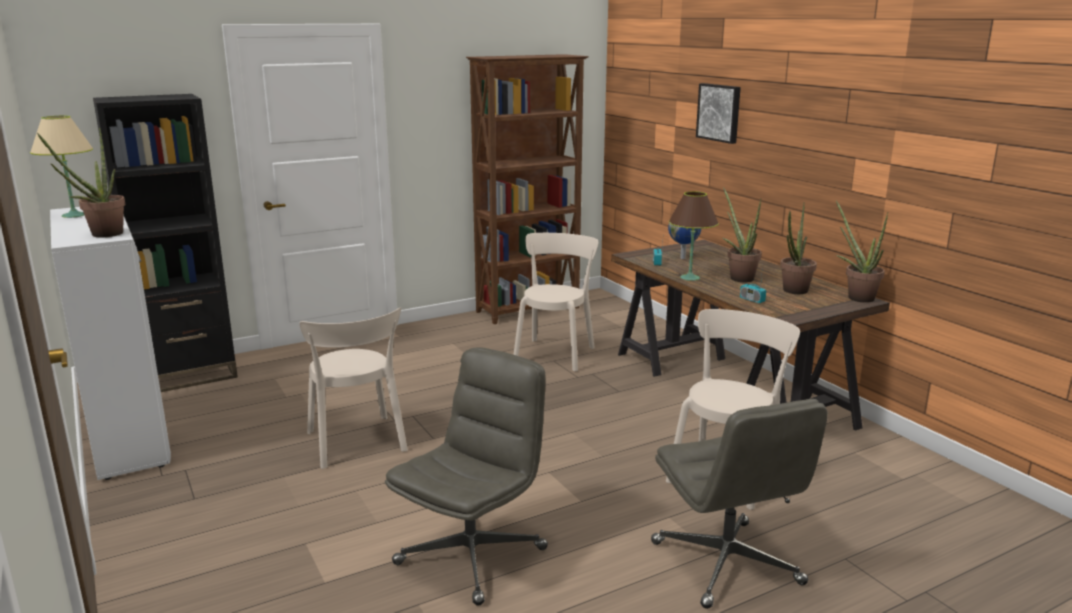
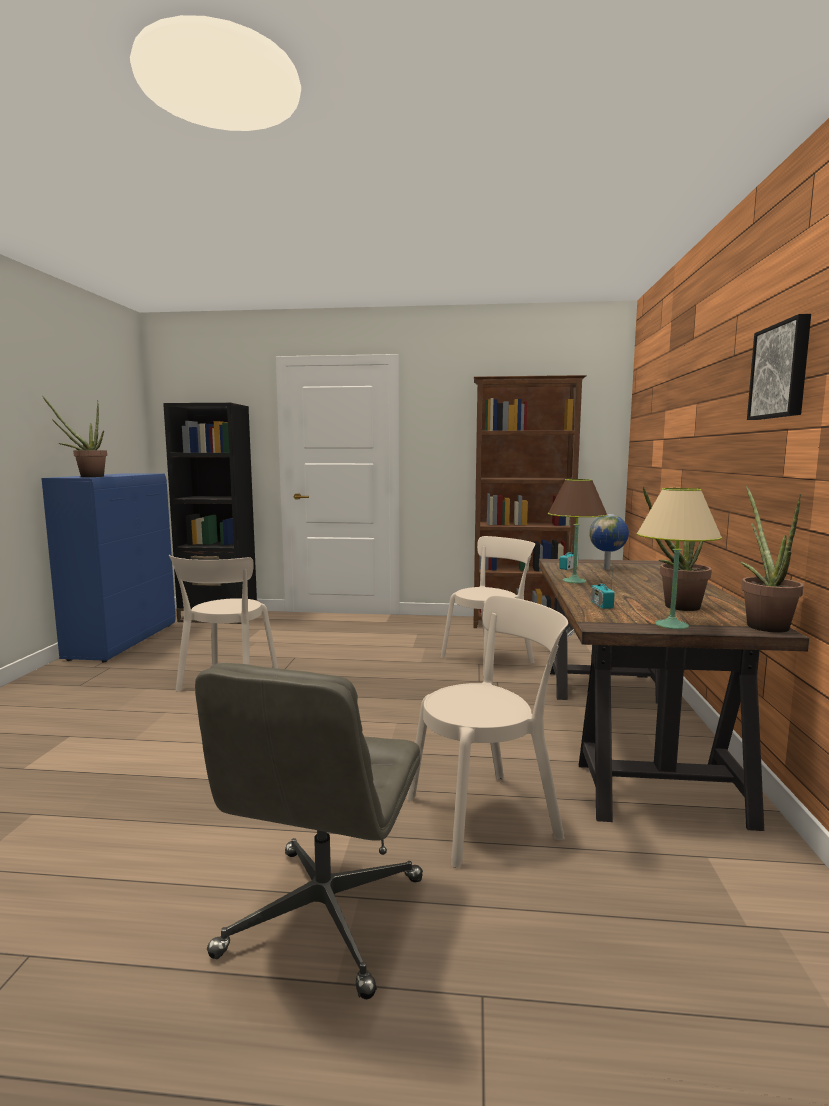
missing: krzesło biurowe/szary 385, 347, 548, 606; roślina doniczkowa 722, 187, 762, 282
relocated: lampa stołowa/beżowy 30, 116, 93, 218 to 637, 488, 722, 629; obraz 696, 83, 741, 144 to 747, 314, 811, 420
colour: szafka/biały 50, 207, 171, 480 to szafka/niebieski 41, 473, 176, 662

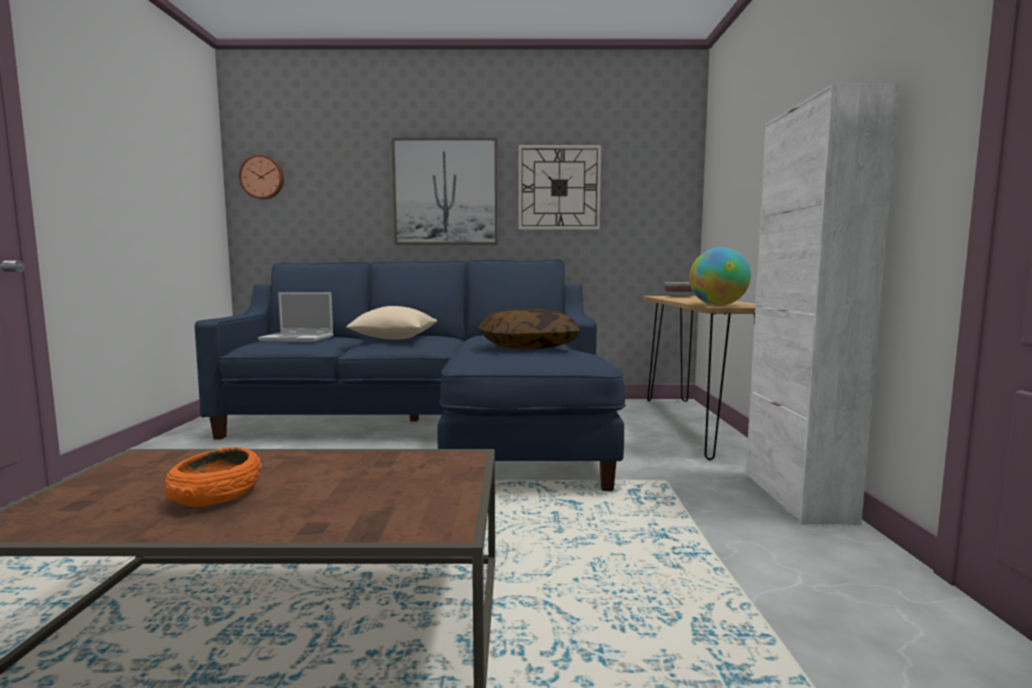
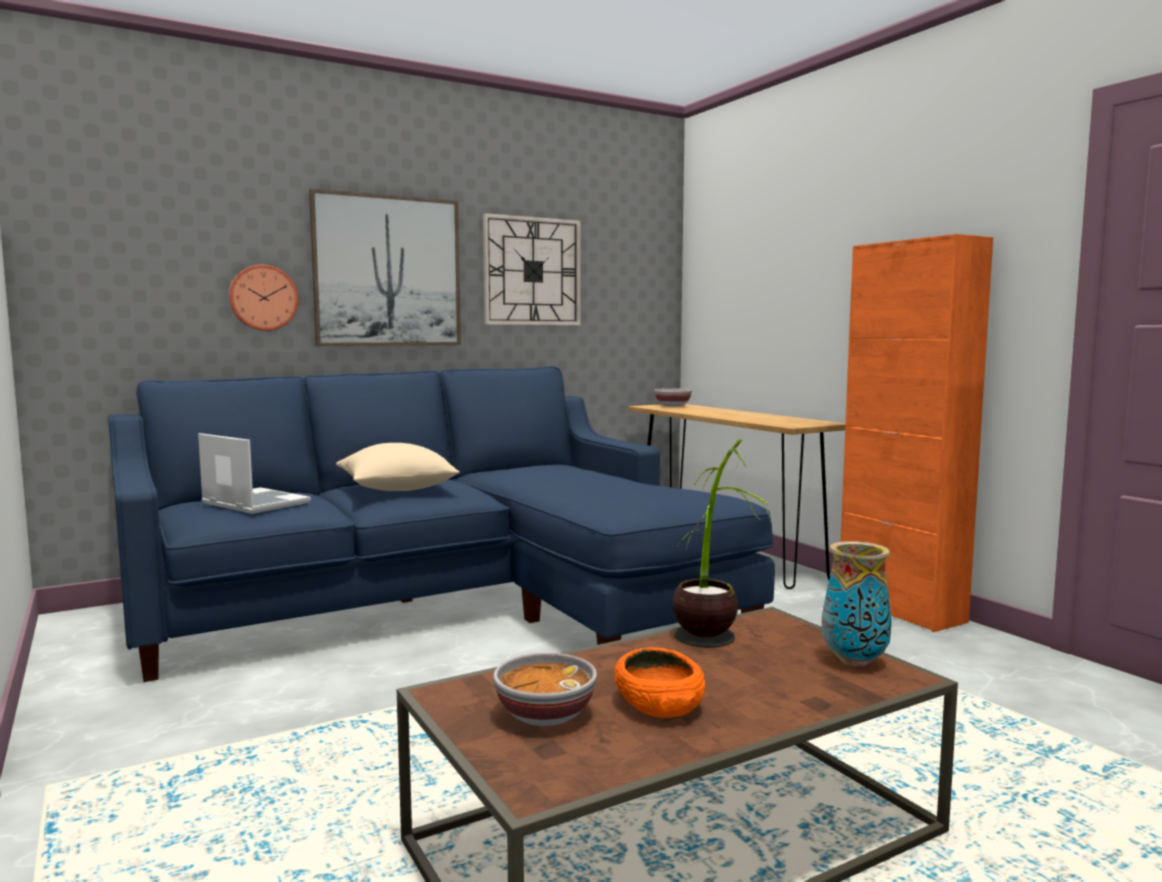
missing: poduszka 478, 309, 580, 350; globus 689, 247, 751, 306
appeared: miska 493, 653, 597, 726; roślina doniczkowa 673, 439, 771, 648; wazon 822, 541, 892, 667
relocated: zegar ścienny 239, 155, 284, 199 to 229, 265, 299, 331
colour: szafka/biały 746, 83, 899, 524 to szafka/pomarańczowy 841, 234, 993, 632
spun: laptop 258, 292, 334, 342 = 198, 433, 311, 514 120 degrees counterclockwise

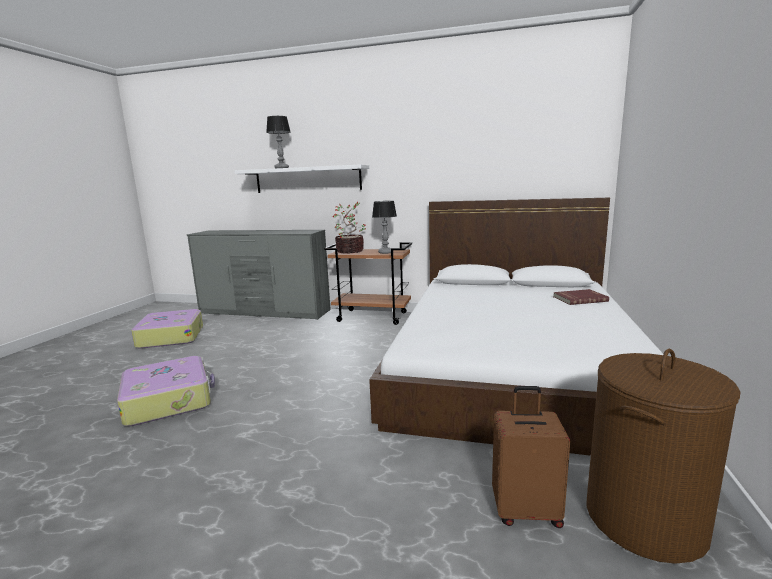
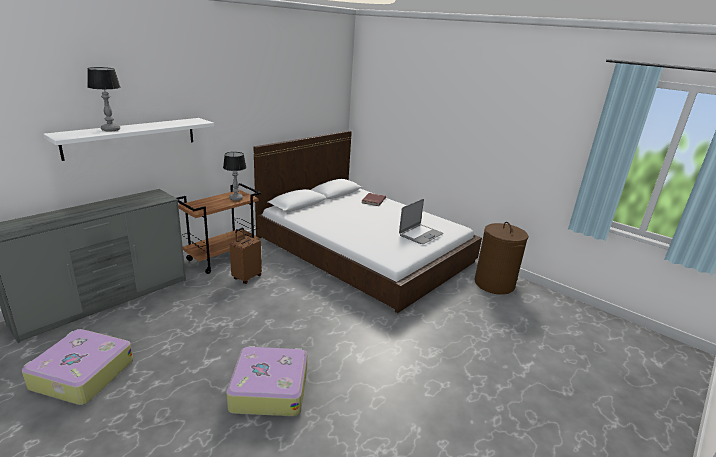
missing: roślina doniczkowa 332, 202, 366, 253
appeared: laptop 399, 199, 443, 244
relocated: walizka/brązowy 492, 386, 570, 528 to 230, 228, 262, 284

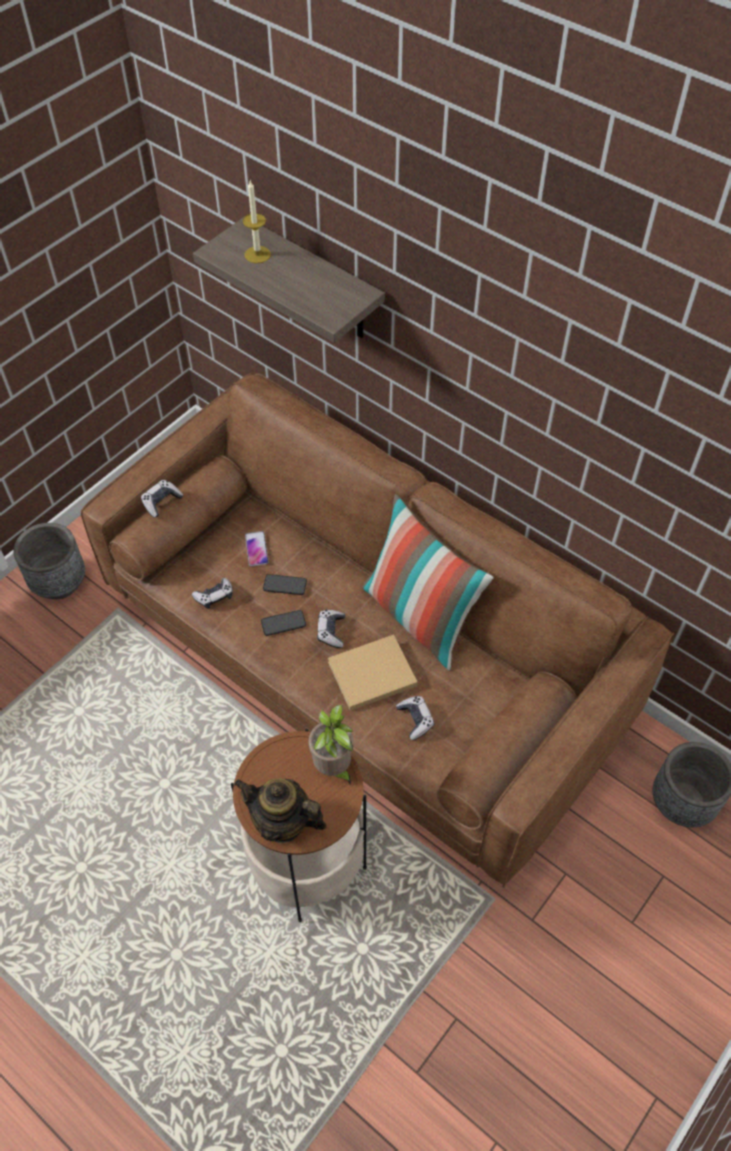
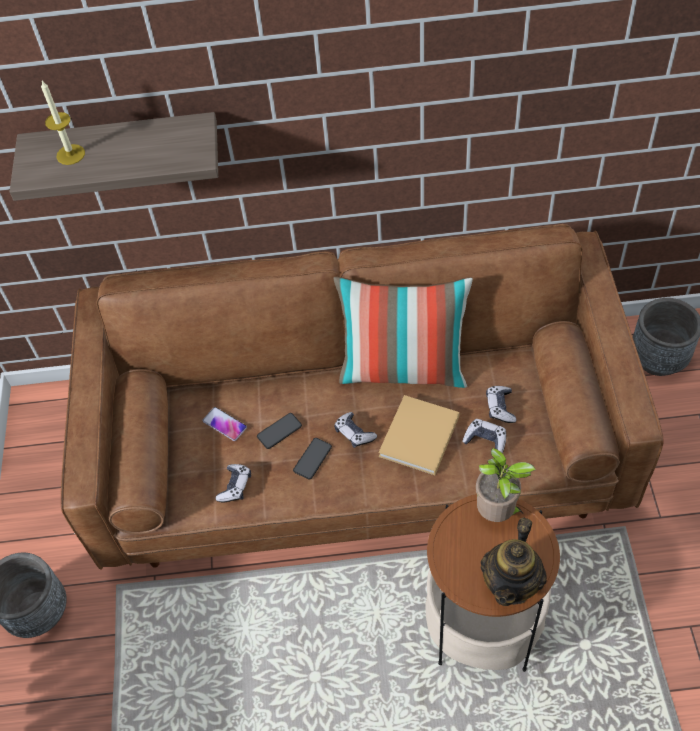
relocated: pad do gier 141, 480, 183, 518 to 486, 386, 516, 423
spun: imbryk 234, 778, 327, 843 = 481, 517, 547, 606 45 degrees counterclockwise

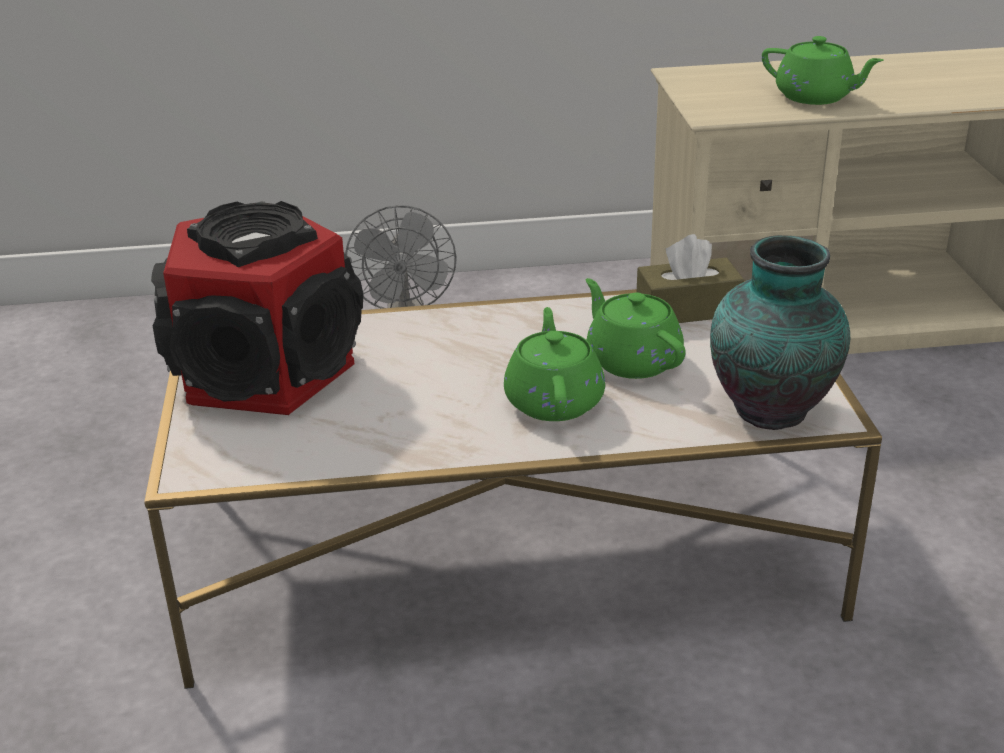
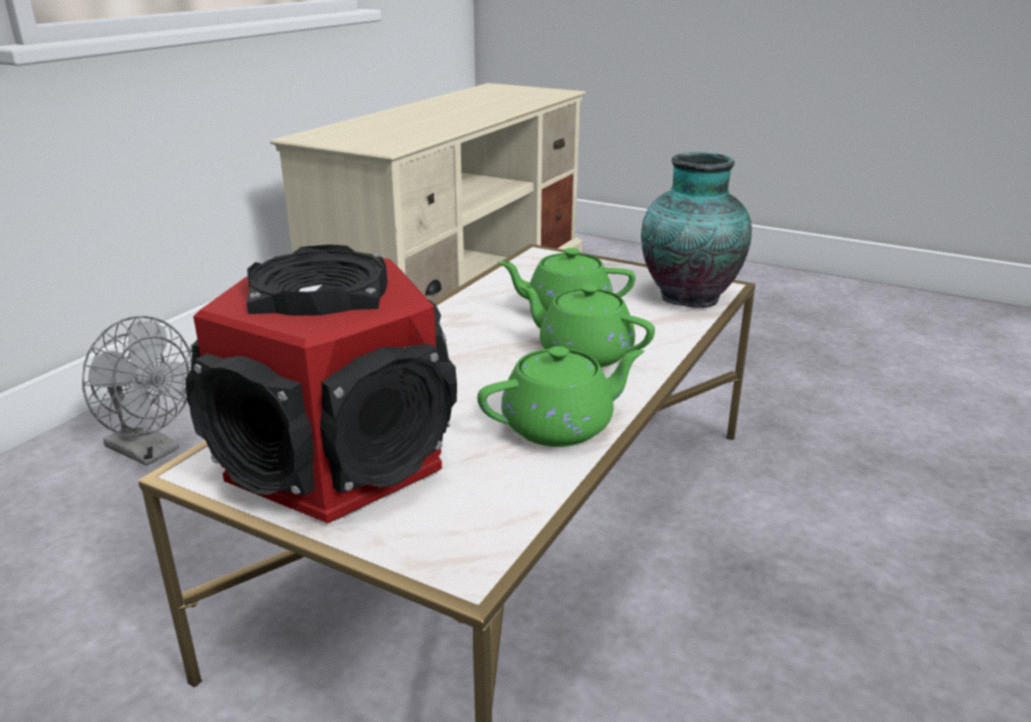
missing: pudełko chusteczek/brązowy 637, 234, 744, 323
relocated: imbryk/zielony 762, 36, 884, 105 to 477, 346, 644, 447

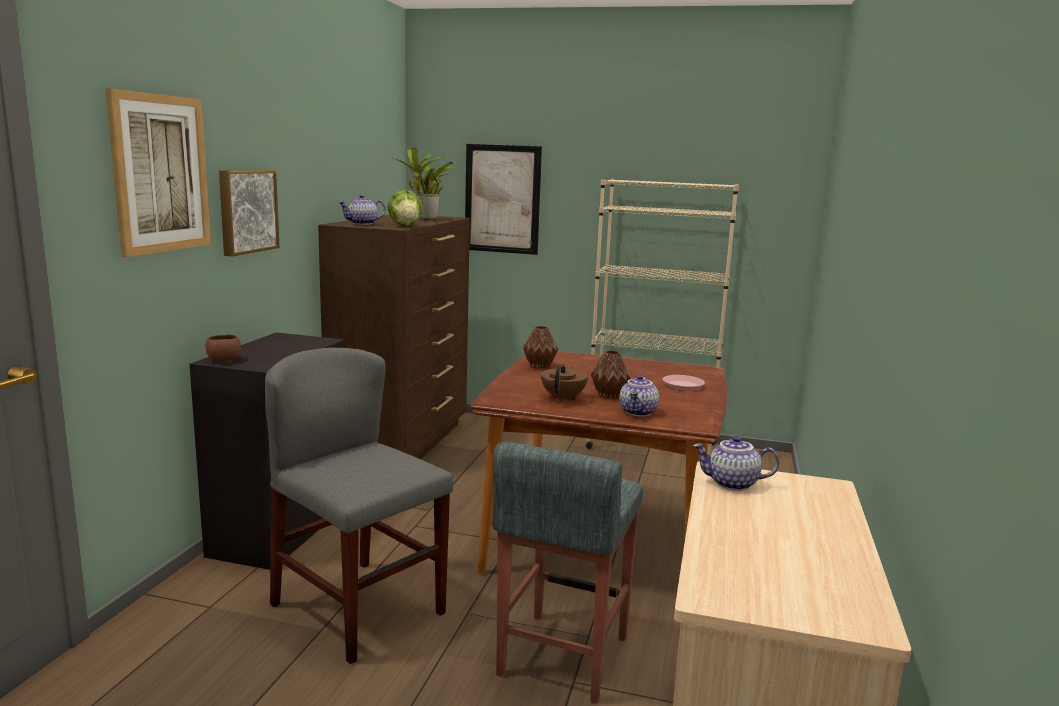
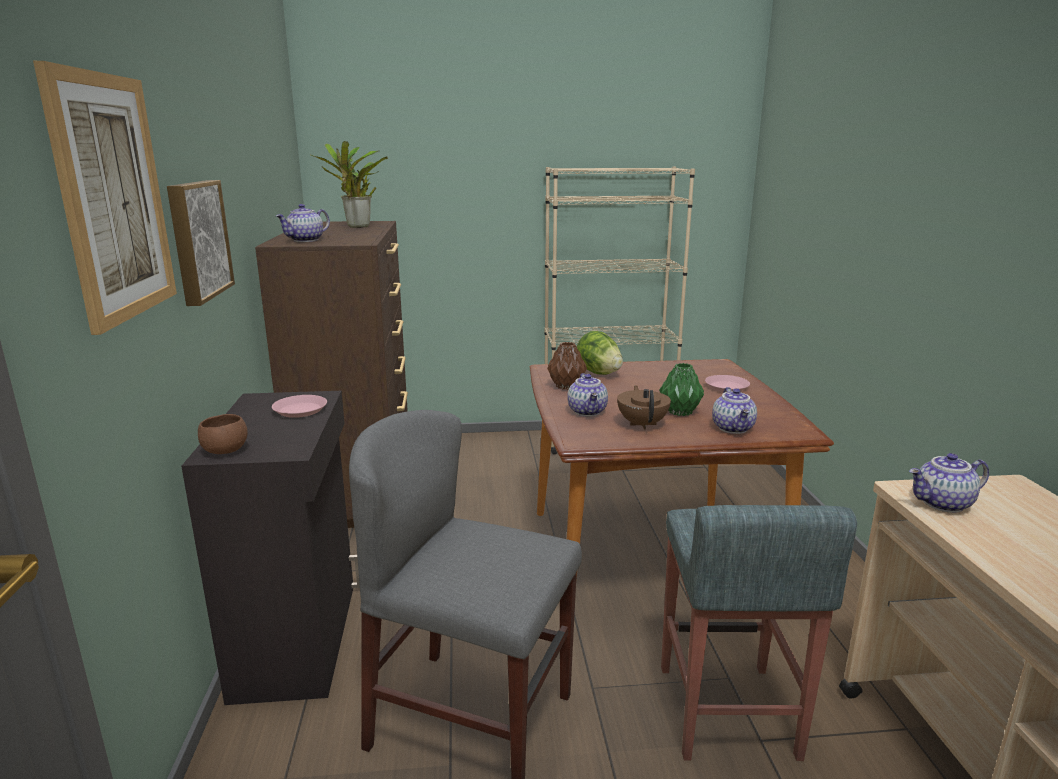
missing: obraz 465, 144, 542, 255
appeared: talerz/różowy 272, 395, 327, 418; imbryk 567, 373, 608, 416
relocated: sałata 387, 190, 423, 227 to 576, 331, 623, 375
colour: wazon/brązowy 591, 350, 631, 399 to wazon/zielony 659, 363, 704, 416

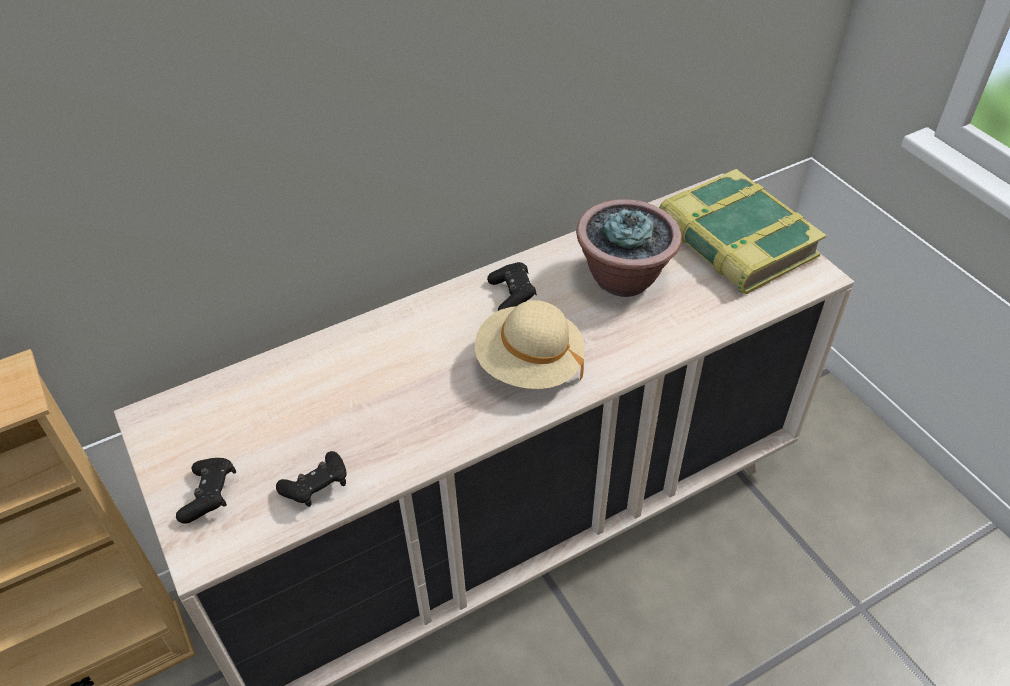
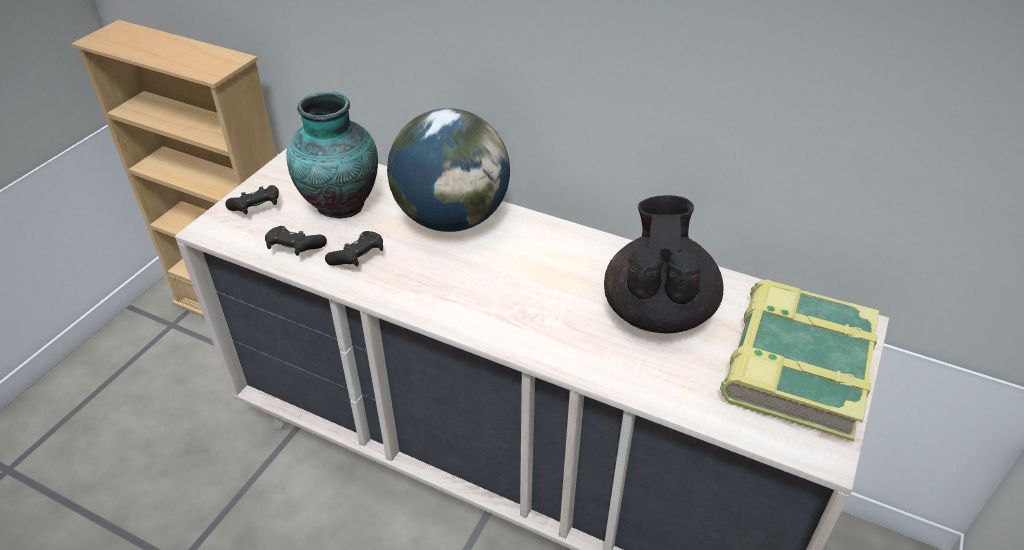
missing: kapelusz/beżowy 475, 300, 585, 389
appeared: wazon 287, 92, 378, 218; globus 387, 108, 510, 232
relocated: pad do gier/czarny 487, 262, 537, 311 to 325, 231, 383, 266
exchanged: roślina doniczkowa 576, 199, 681, 297 to imbryk/czarny 604, 195, 724, 333

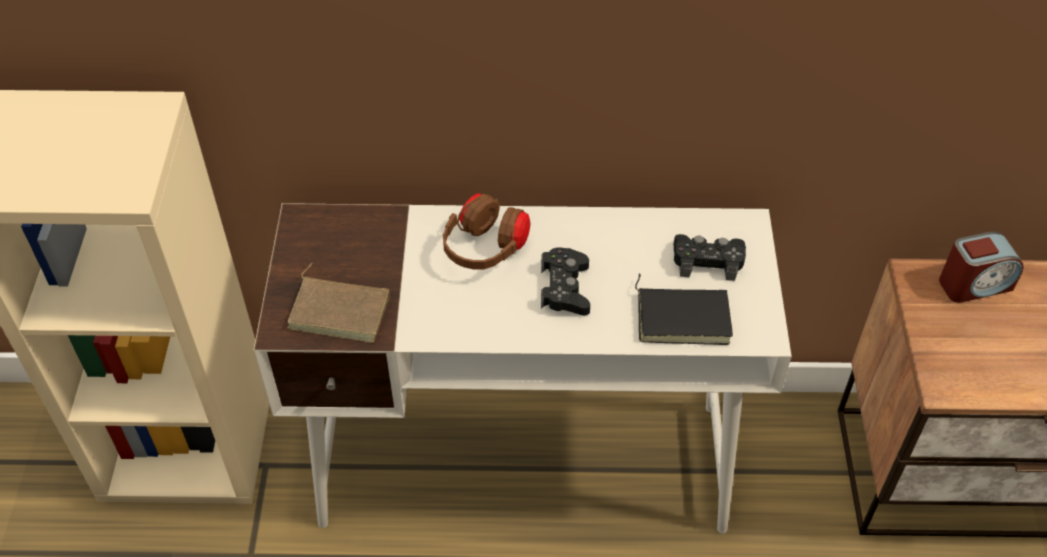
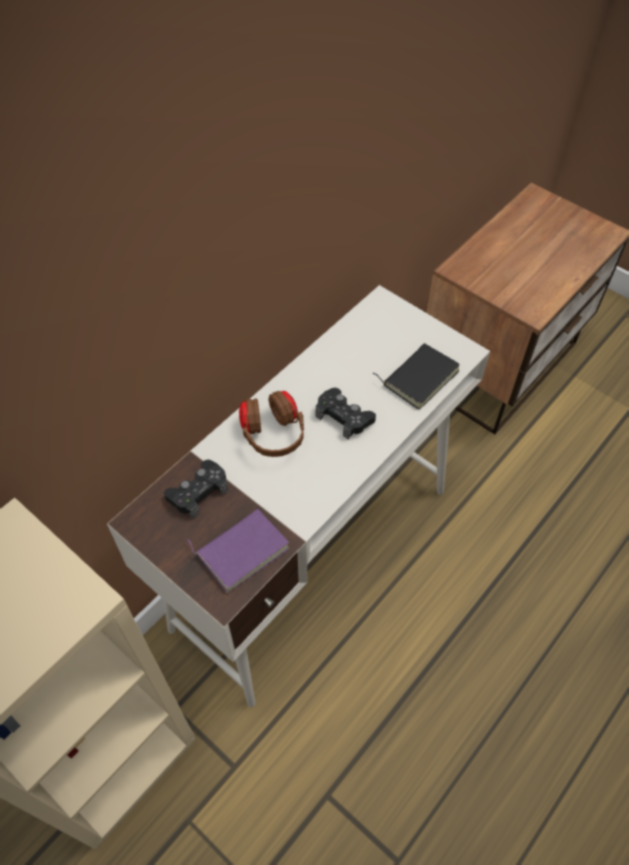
missing: budzik 939, 231, 1024, 303
relocated: pad do gier/czarny 674, 234, 746, 281 to 164, 460, 228, 519
colour: książka/brązowy 287, 263, 390, 343 to książka/fioletowy 187, 509, 289, 593

